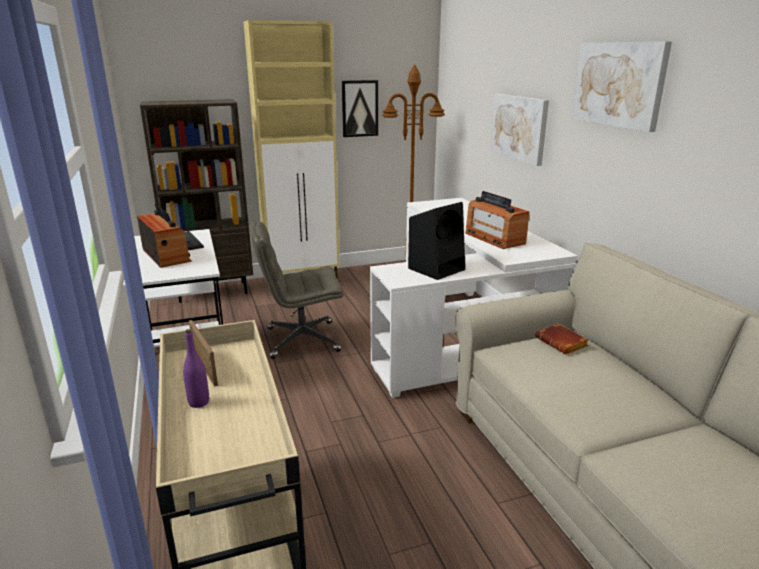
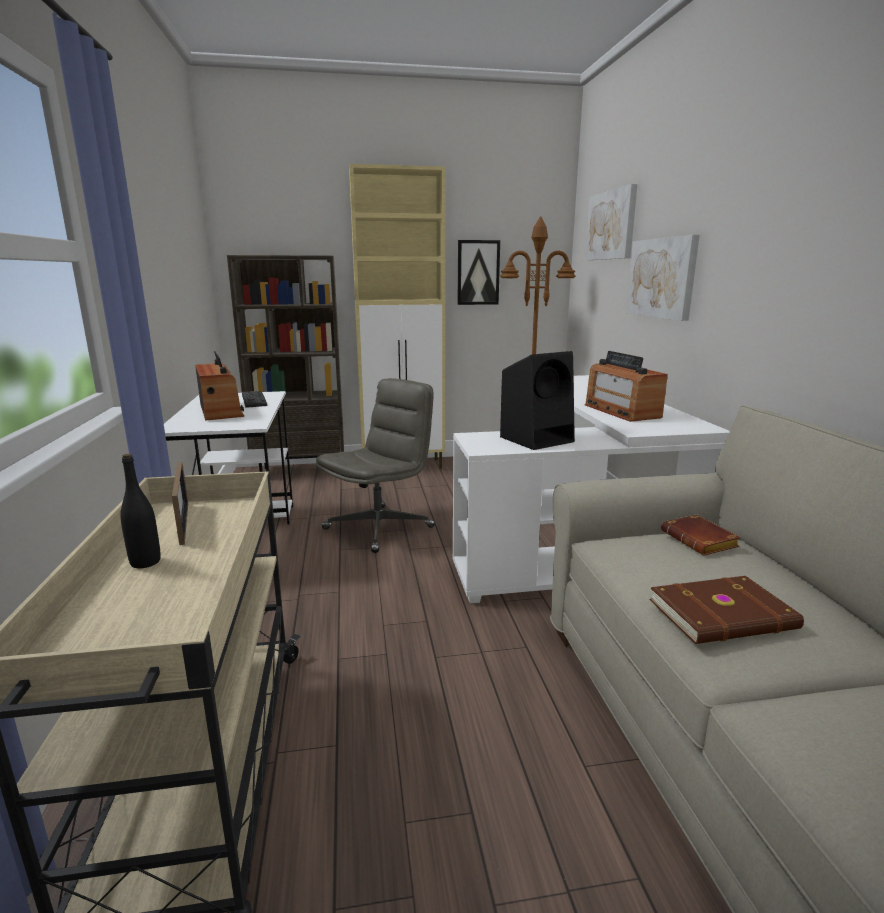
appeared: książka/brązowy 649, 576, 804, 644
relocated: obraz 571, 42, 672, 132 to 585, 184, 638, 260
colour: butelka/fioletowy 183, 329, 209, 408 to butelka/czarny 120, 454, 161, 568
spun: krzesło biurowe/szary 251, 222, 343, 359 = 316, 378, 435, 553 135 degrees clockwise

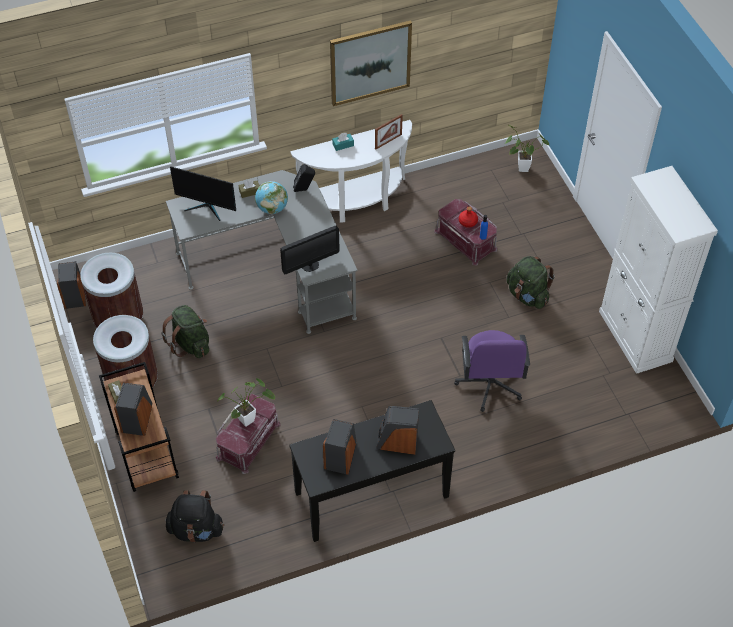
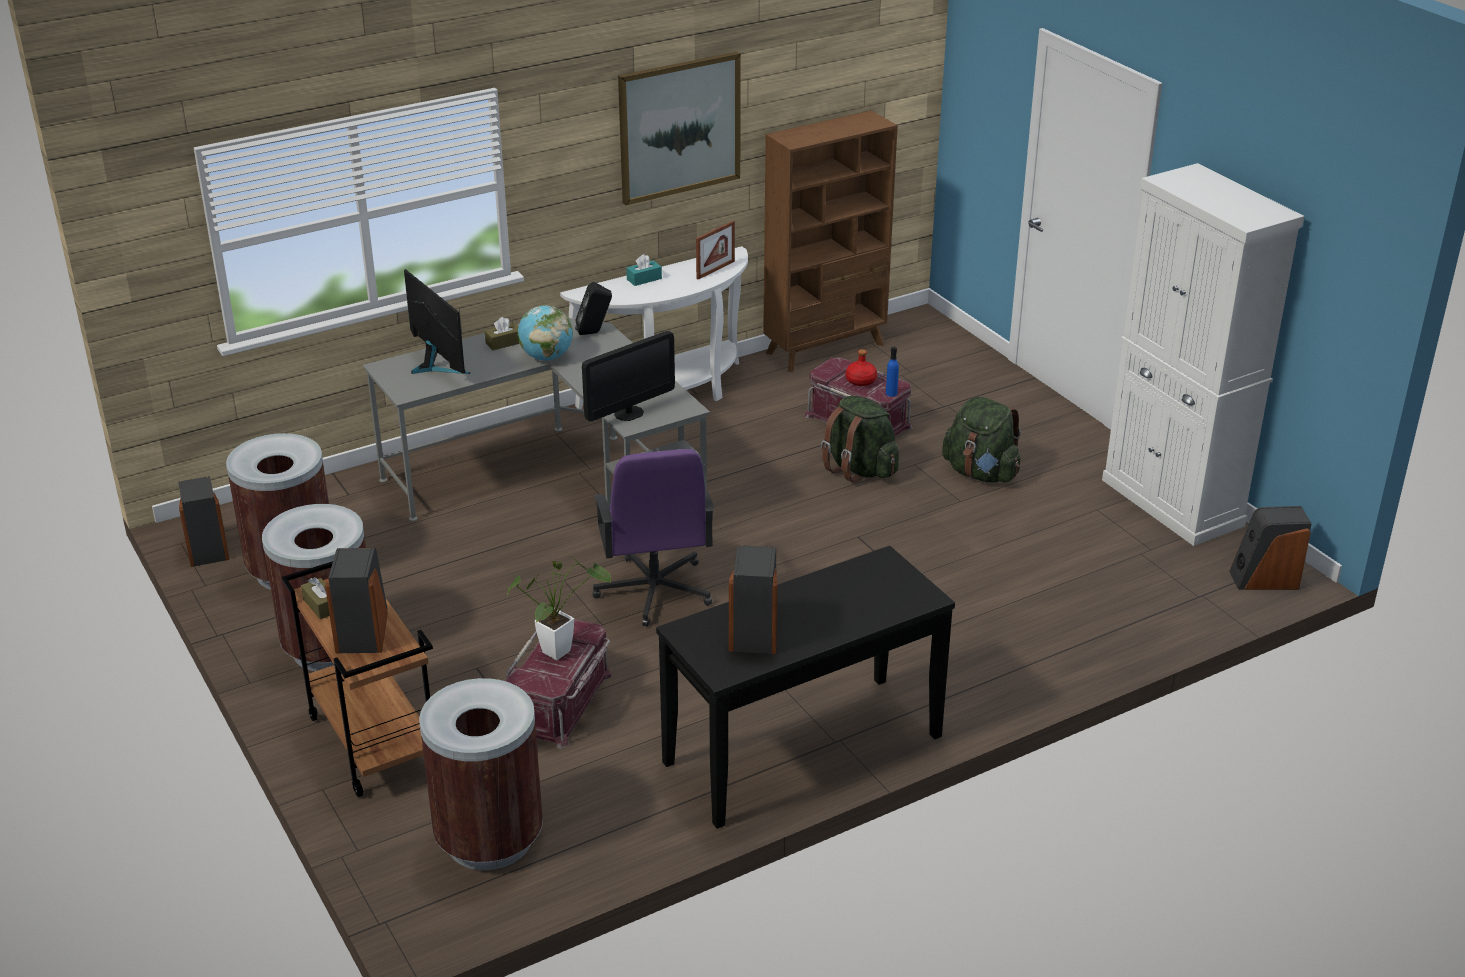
missing: roślina doniczkowa 505, 125, 549, 172
appeared: regał/brązowy 763, 110, 898, 372
relocated: plecak/zielony 161, 305, 209, 358 to 821, 396, 899, 483; głośnik 376, 406, 419, 455 to 1229, 506, 1312, 590; krzesło biurowe/fioletowy 454, 330, 530, 412 to 593, 449, 714, 627
exchanged: plecak/czarny 165, 490, 224, 542 to kosz na śmieci/brązowy 419, 678, 543, 870
spun: monitor 170, 166, 236, 221 = 404, 269, 470, 374 135 degrees counterclockwise

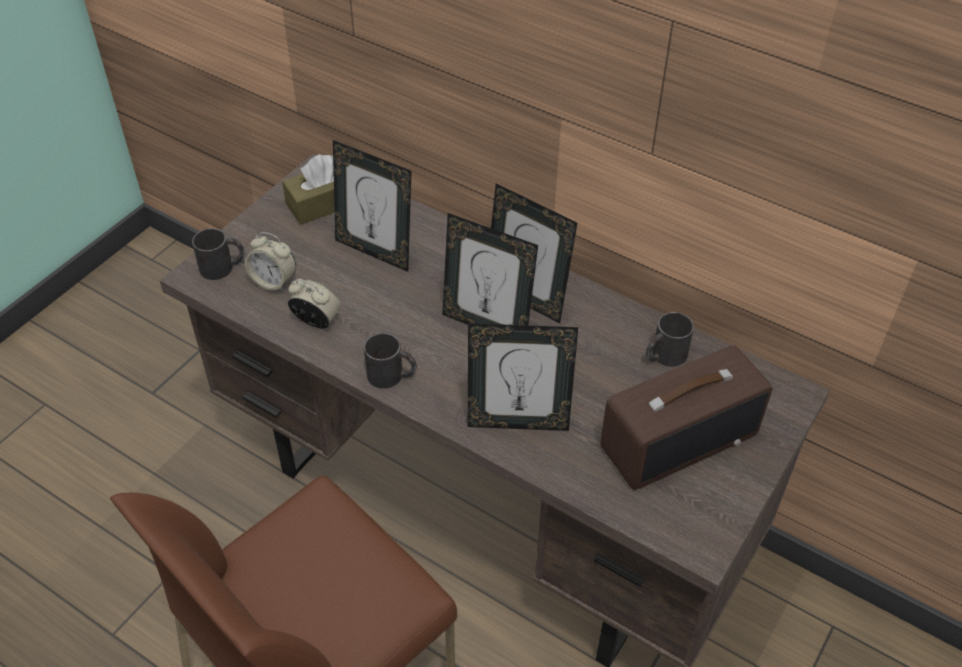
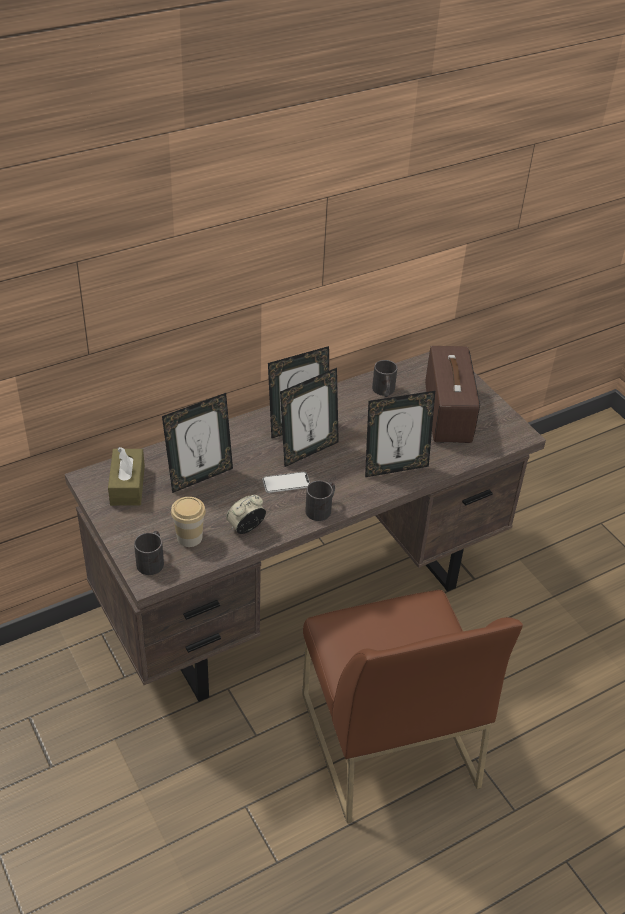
appeared: telefon 262, 472, 310, 493
exchanged: budzik 245, 232, 296, 292 to filiżanka 171, 497, 206, 547
spun: ramka na zdjęcie 468, 323, 578, 431 = 365, 391, 435, 477 45 degrees clockwise

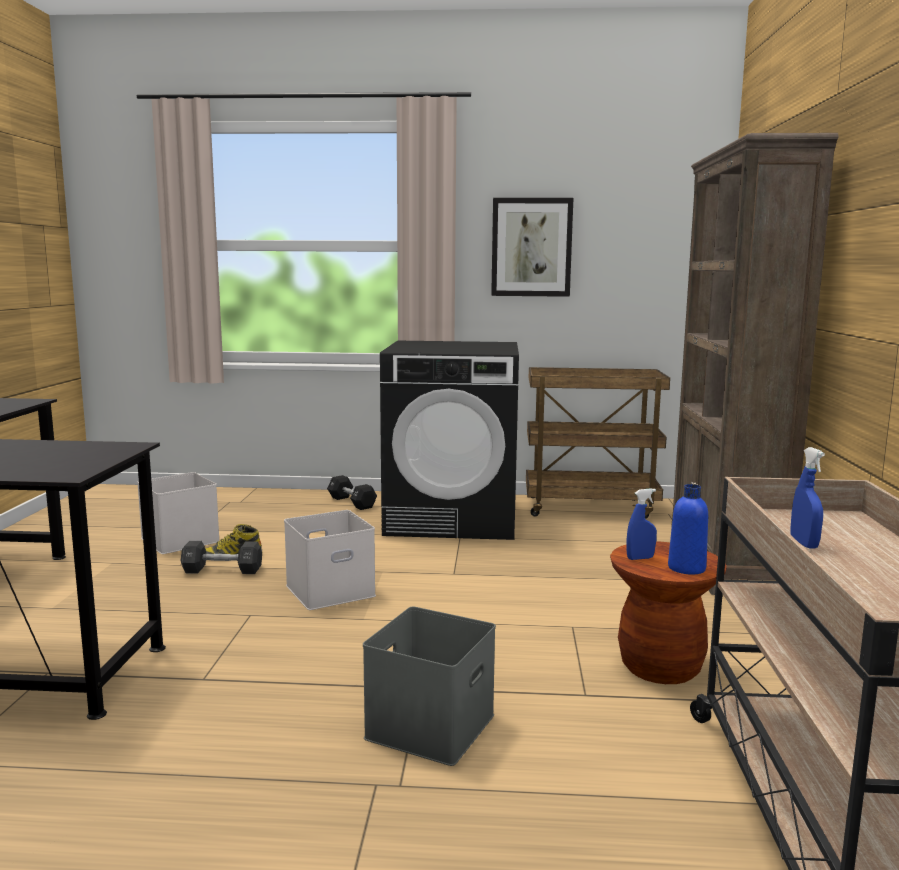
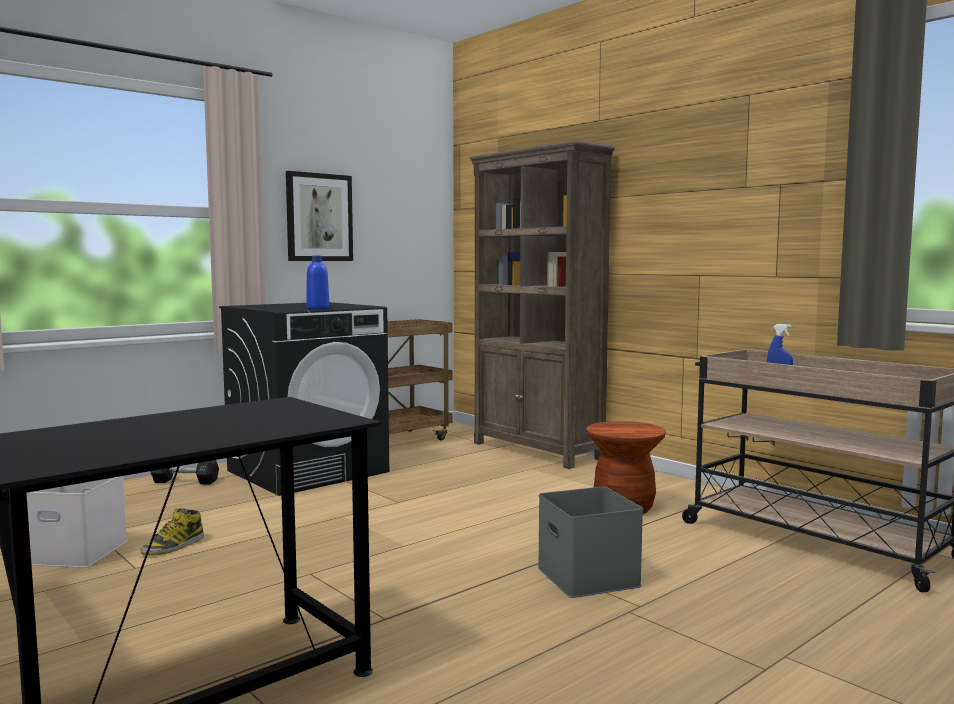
missing: hantel/czarny 181, 541, 262, 574; pojemnik do przechowywania/biały 284, 510, 376, 610; spryskiwacz/niebieski 626, 488, 657, 560
relocated: butelka/niebieski 668, 484, 708, 574 to 306, 256, 330, 309

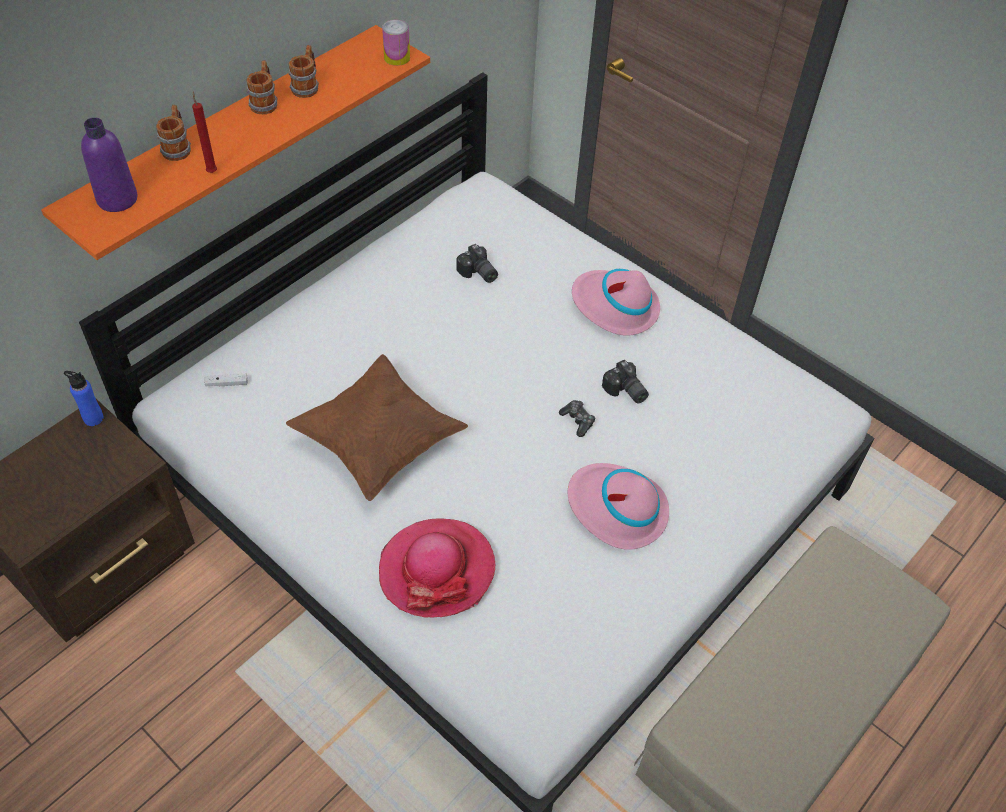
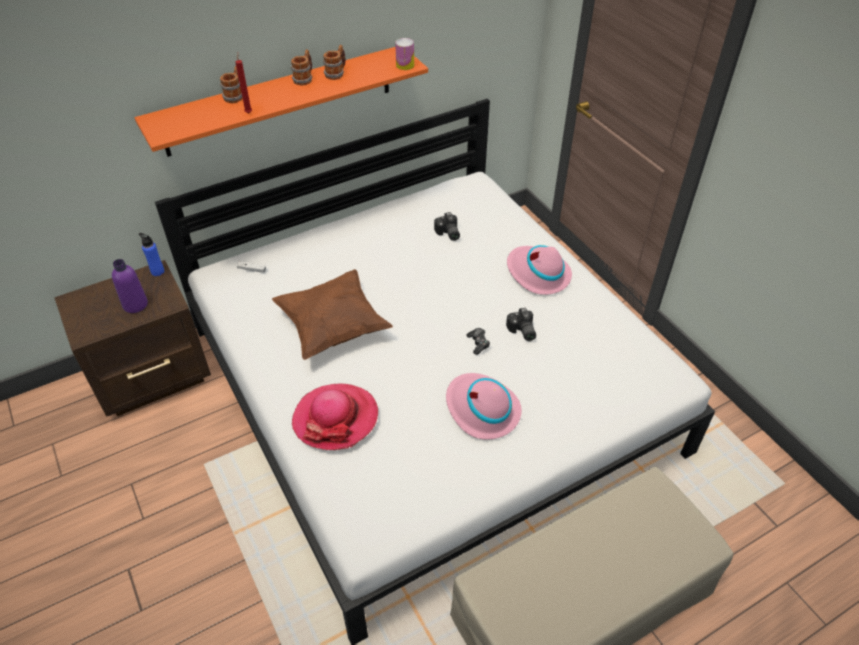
relocated: butelka/fioletowy 81, 118, 137, 212 to 112, 259, 148, 313

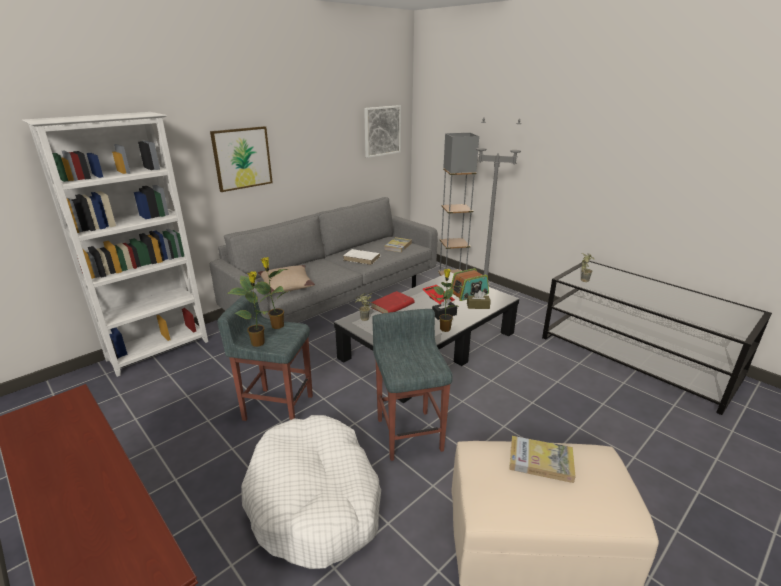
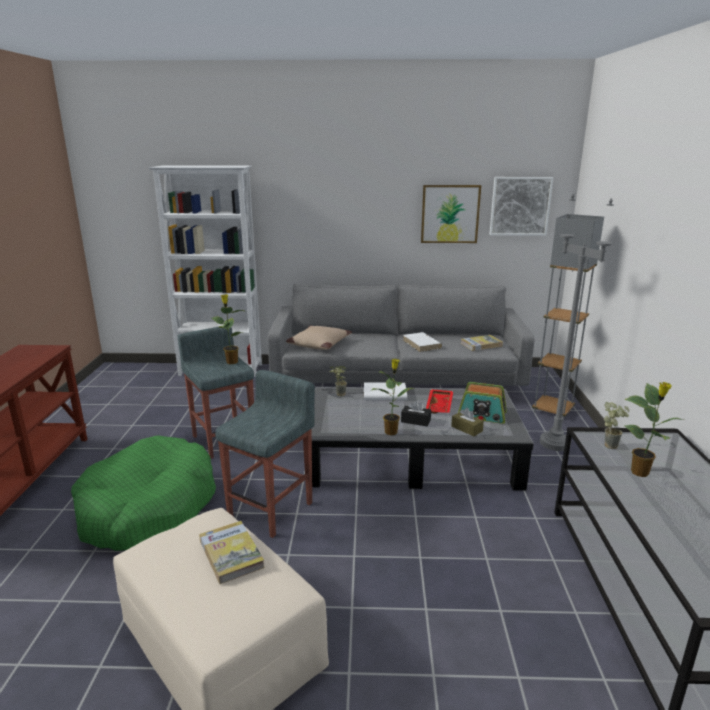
relocated: obraz 210, 126, 273, 192 to 421, 185, 481, 243; roślina doniczkowa 227, 271, 270, 347 to 624, 382, 683, 477
colour: legowisko/biały 241, 415, 381, 569 to legowisko/zielony 71, 435, 216, 551; książka/czerwony 371, 291, 415, 313 to książka/biały 364, 382, 407, 400

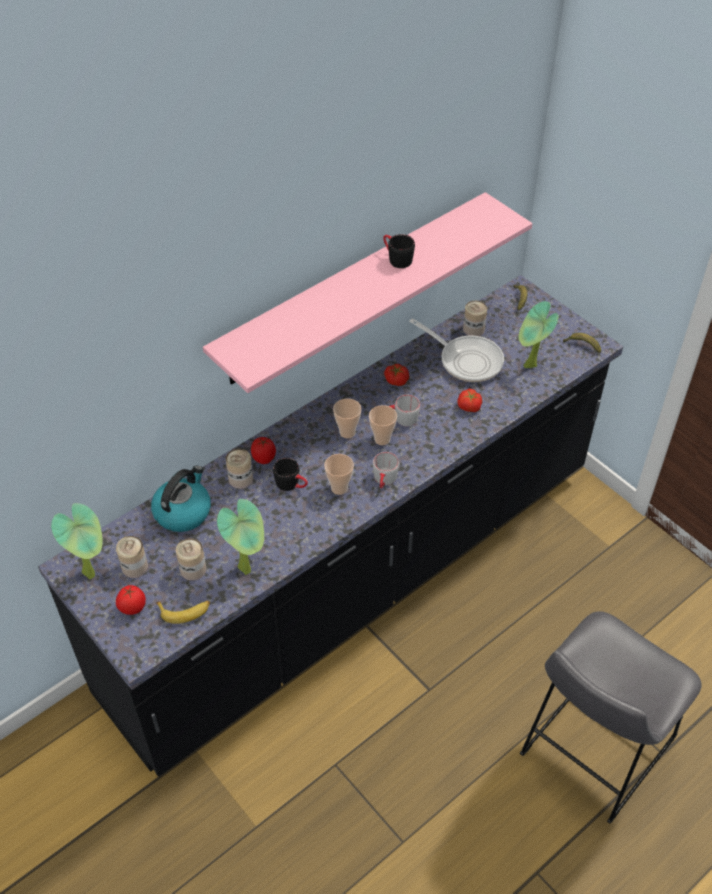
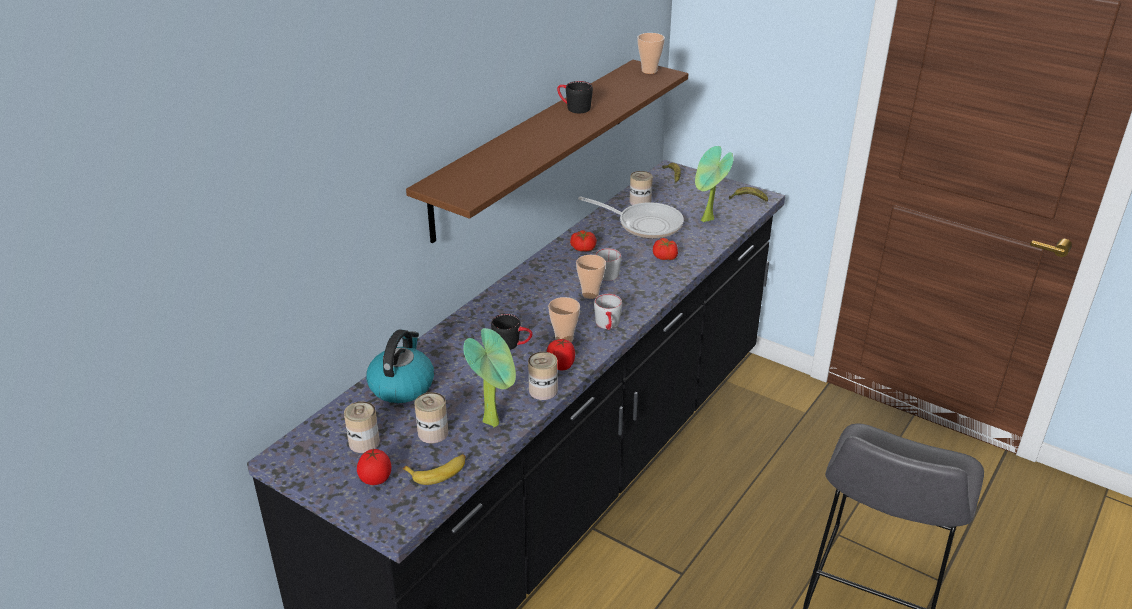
missing: roślina doniczkowa 51, 503, 103, 579
relocated: puszka 226, 449, 253, 489 to 528, 352, 558, 400; pomidor 251, 437, 276, 464 to 547, 339, 575, 370; filiżanka 333, 399, 361, 438 to 637, 33, 665, 74
colour: półka/różowy 203, 192, 532, 393 to półka/brązowy 406, 60, 688, 243

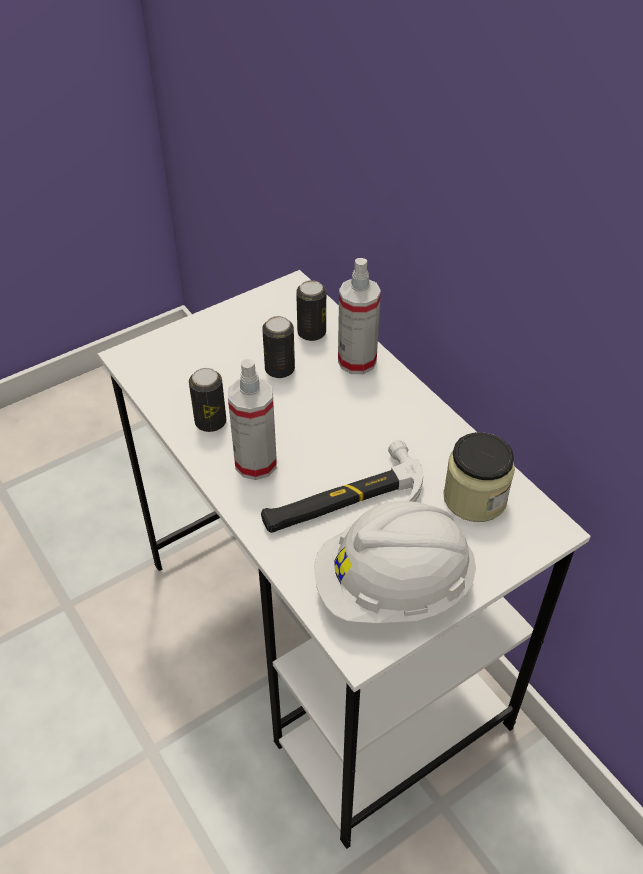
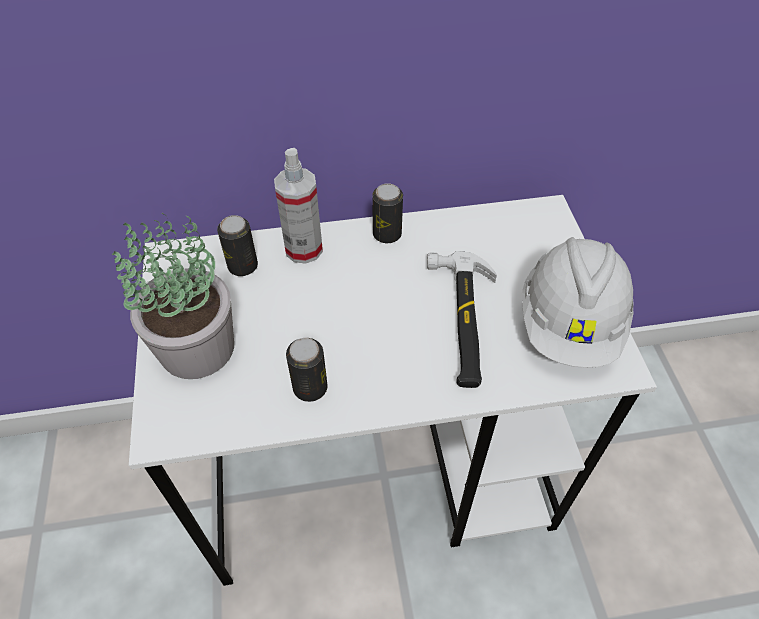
missing: spryskiwacz 228, 359, 277, 480; słoik 443, 432, 515, 522
appeared: roślina doniczkowa 112, 213, 234, 379
relocated: puszka 262, 316, 295, 378 to 372, 183, 403, 243

